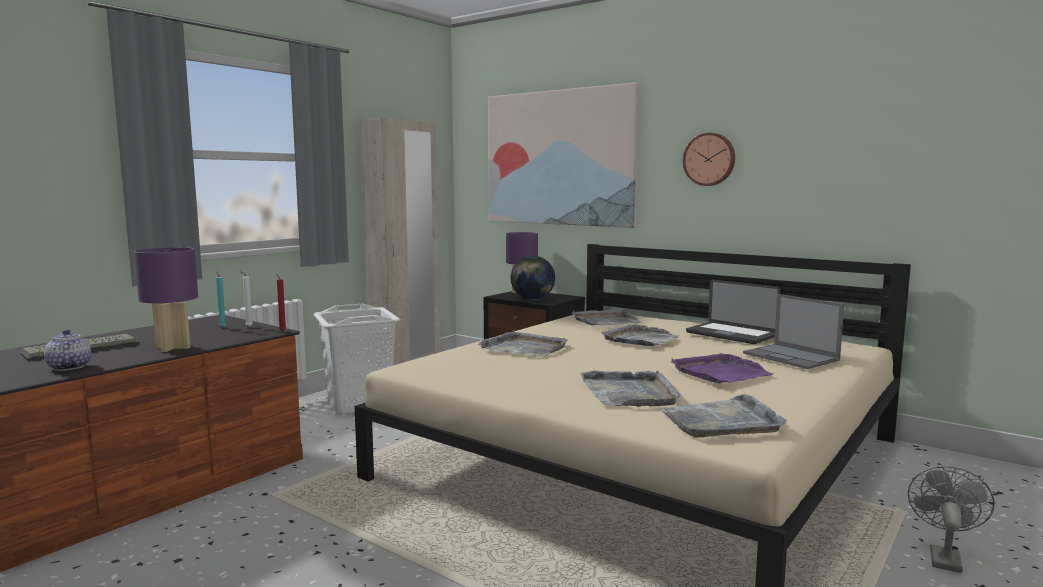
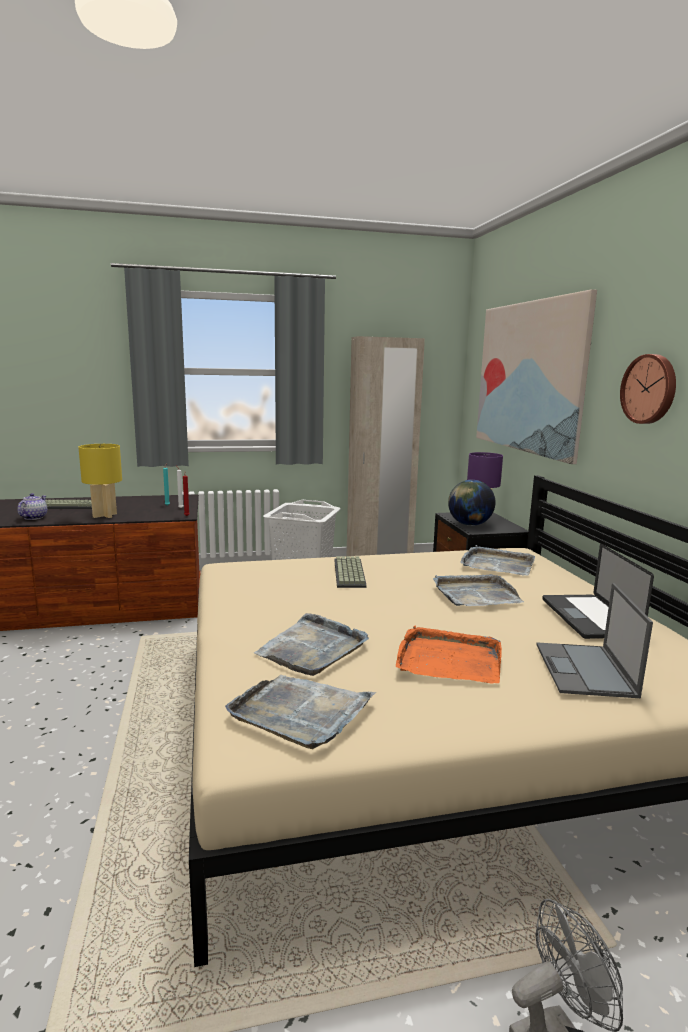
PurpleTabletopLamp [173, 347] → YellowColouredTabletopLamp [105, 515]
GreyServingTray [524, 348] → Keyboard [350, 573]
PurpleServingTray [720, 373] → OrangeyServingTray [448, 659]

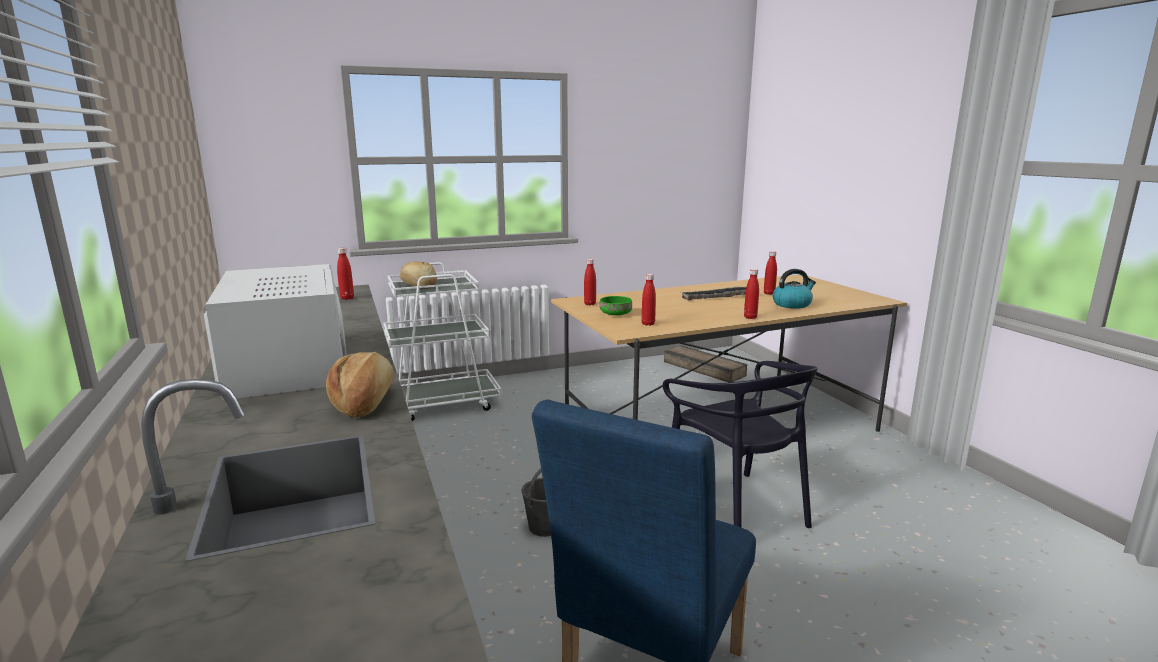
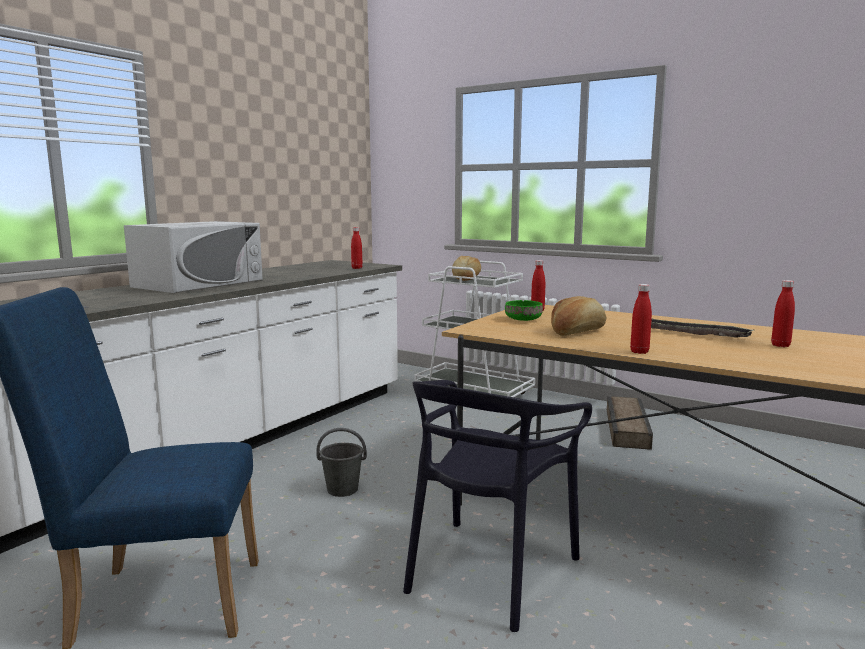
Bread [365, 402] → Bread [577, 332], shifted
ShippingCrate [704, 368] → ShippingCrate [628, 428], shifted
RedBeverageBottle [648, 324] → -
TeaKettle [792, 304] → -

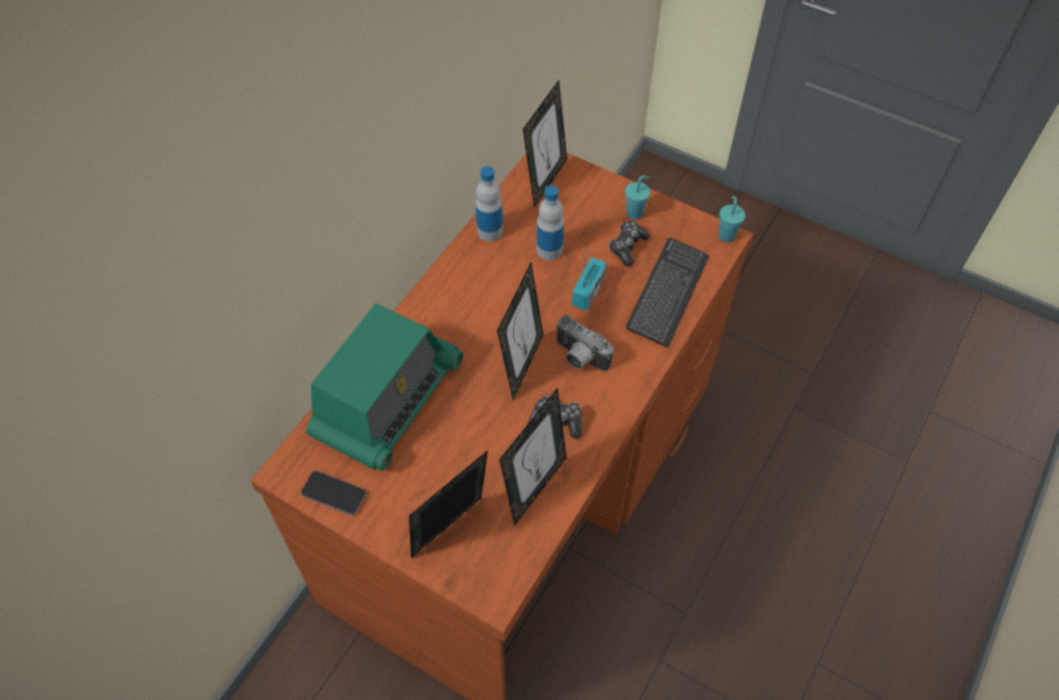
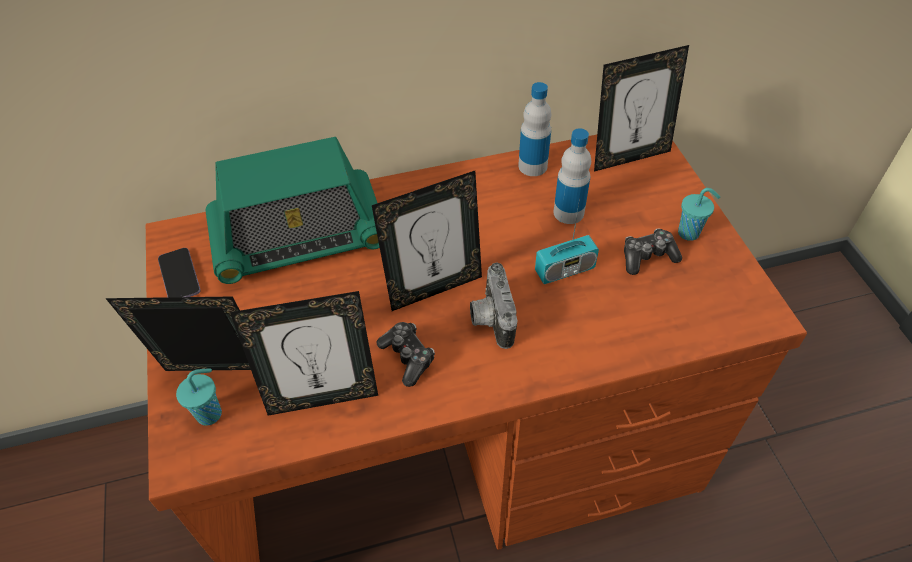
BlueGreenDrinkingCup [726, 235] → BlueGreenDrinkingCup [211, 413], shifted
Keyboard [667, 293] → -

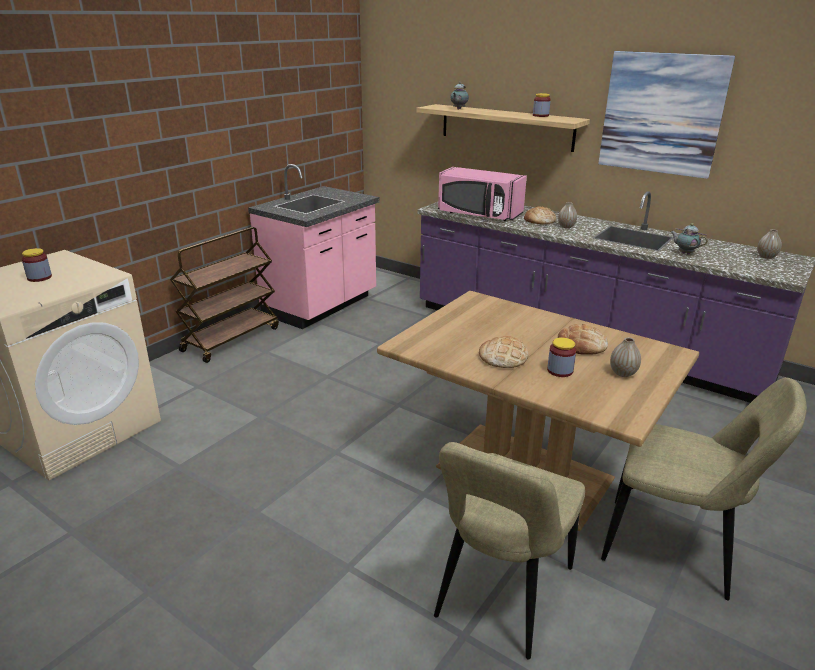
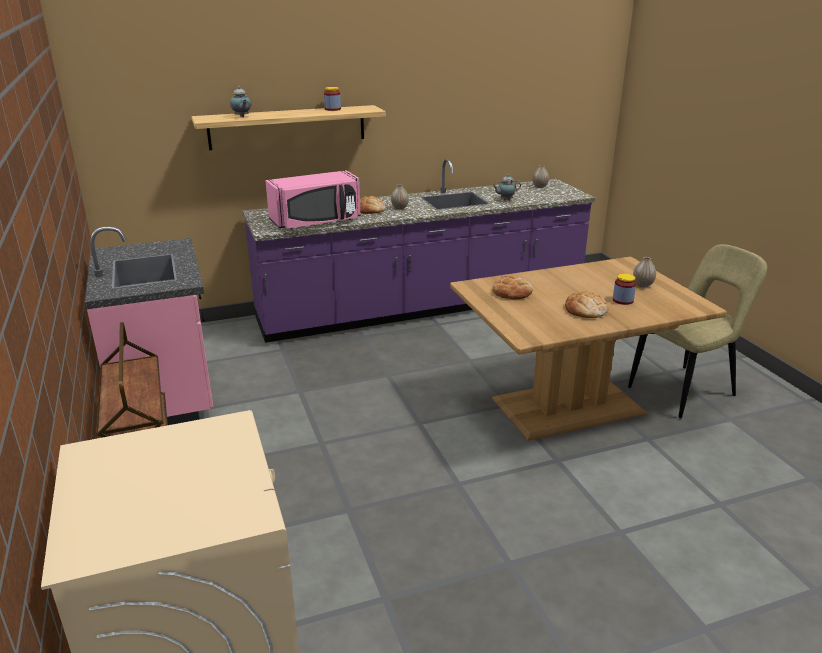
Bread [582, 345] → Bread [512, 292], shifted
StorageJar [39, 278] → -
SandColouredChair [501, 596] → -
Picture [662, 114] → -

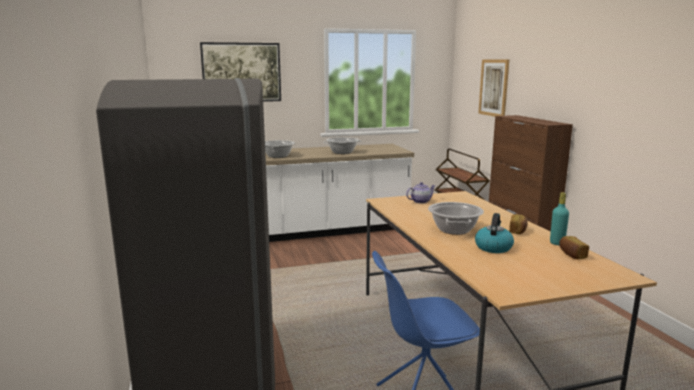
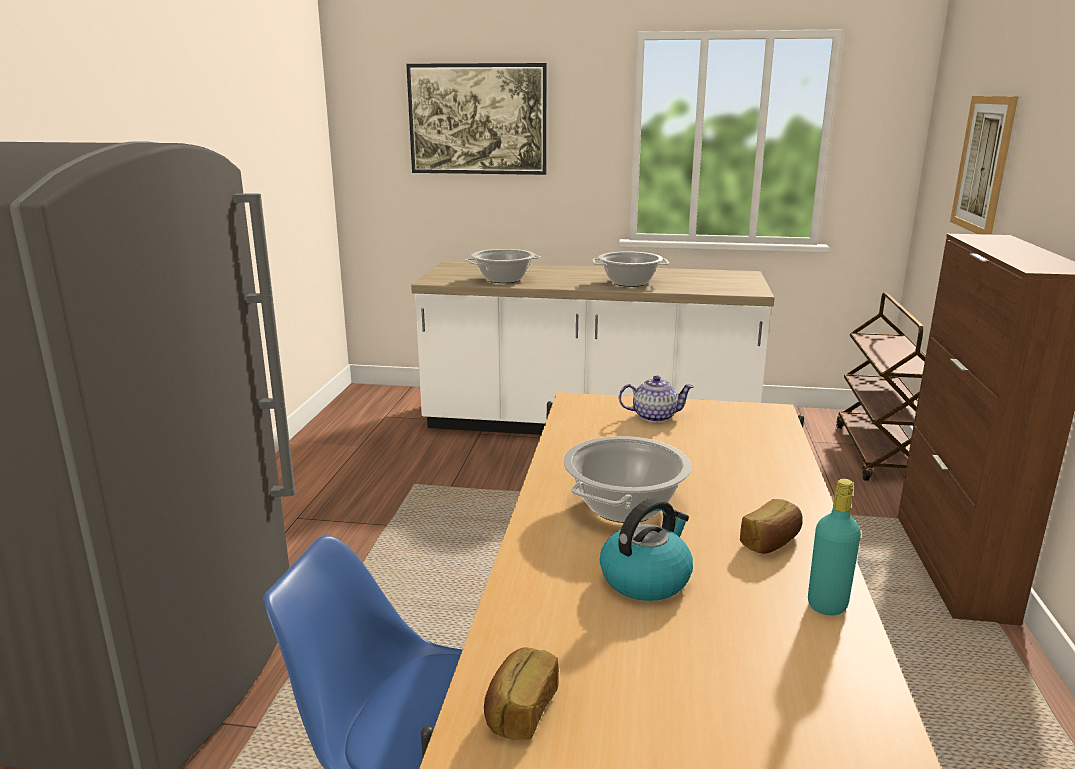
Bread [571, 255] → Bread [519, 710], shifted

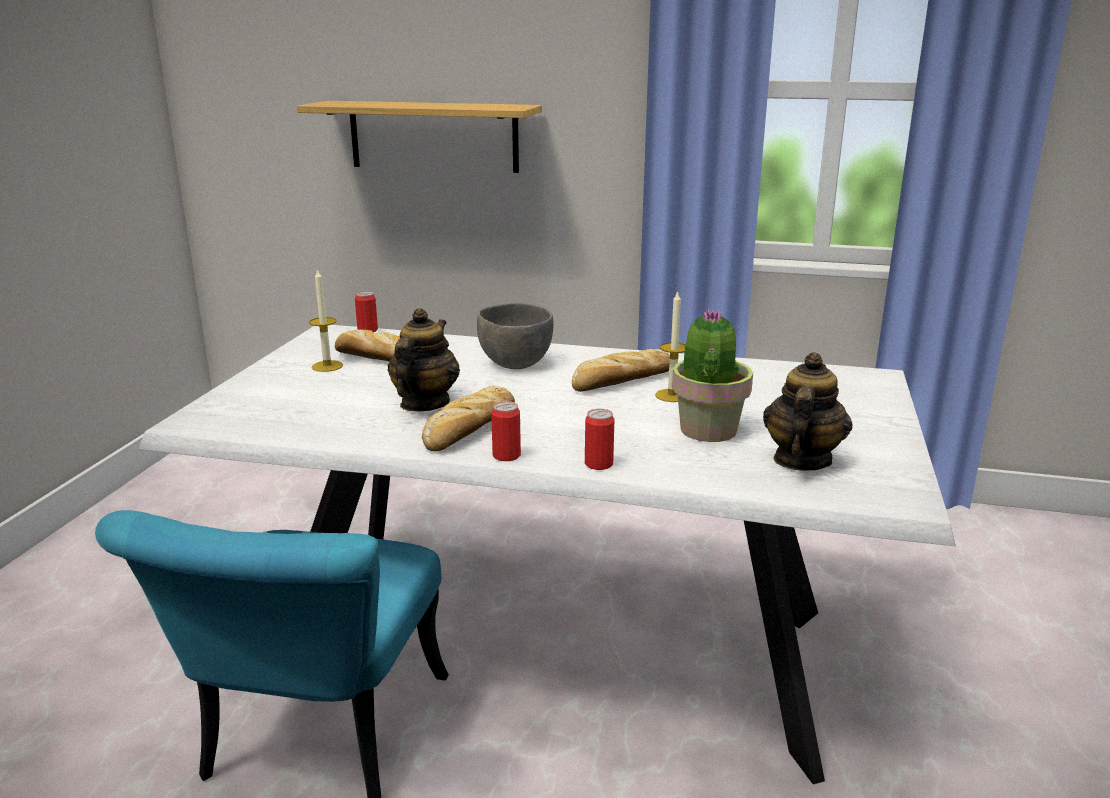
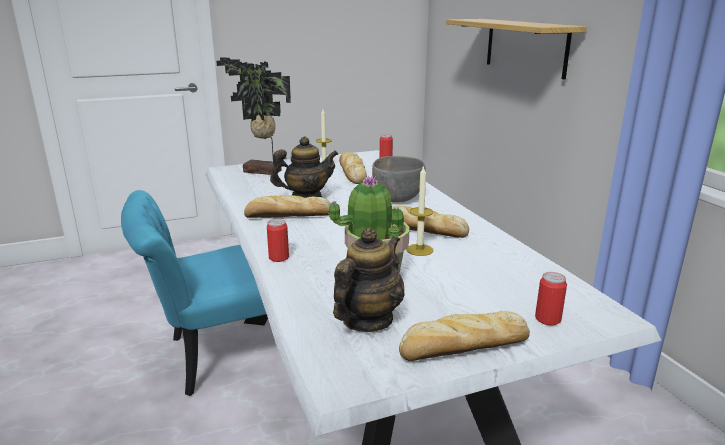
- → PlantInAPot [262, 172]
Teapot [801, 460] → Teapot [367, 320], 45 degrees counterclockwise
- → Bread [462, 347]
SealedCan [506, 455] → SealedCan [548, 319], shifted

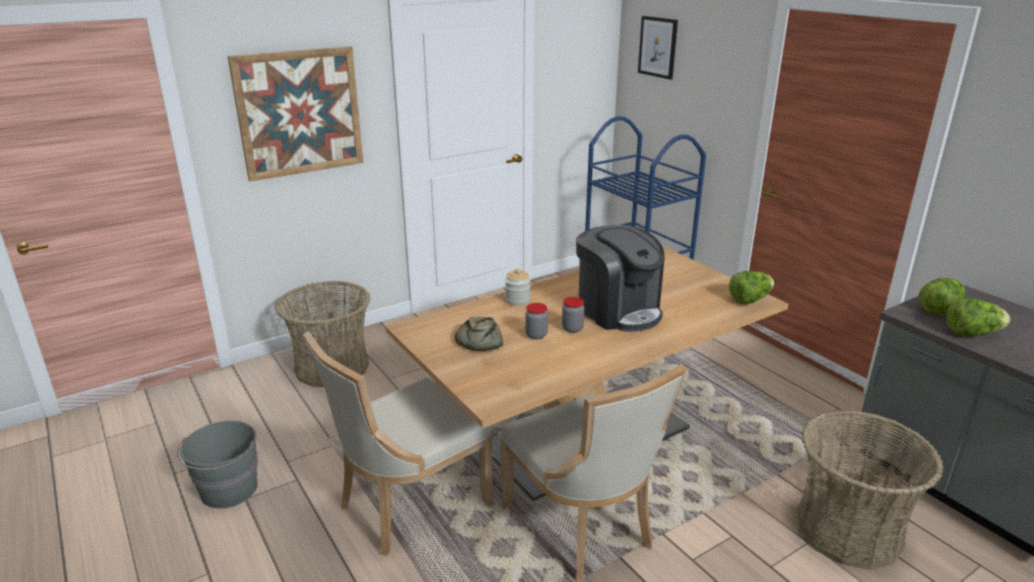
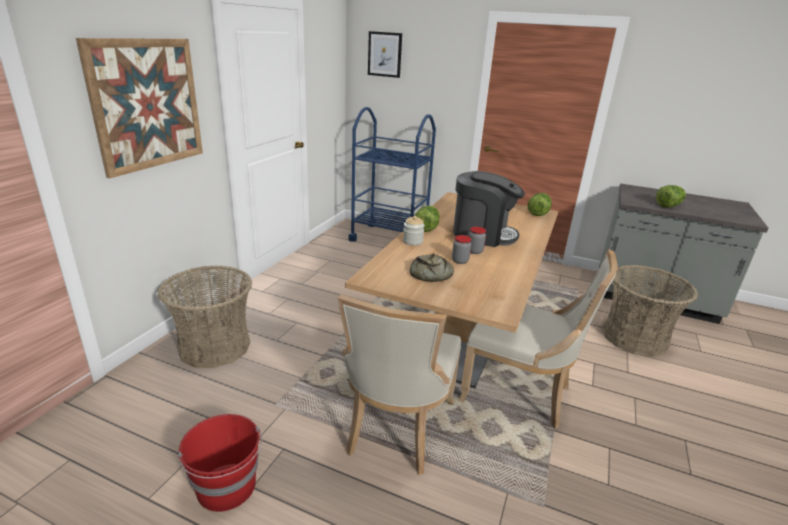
GreyPail [229, 490] → RedPail [227, 487]
LettuceHead [939, 310] → LettuceHead [426, 228], shifted

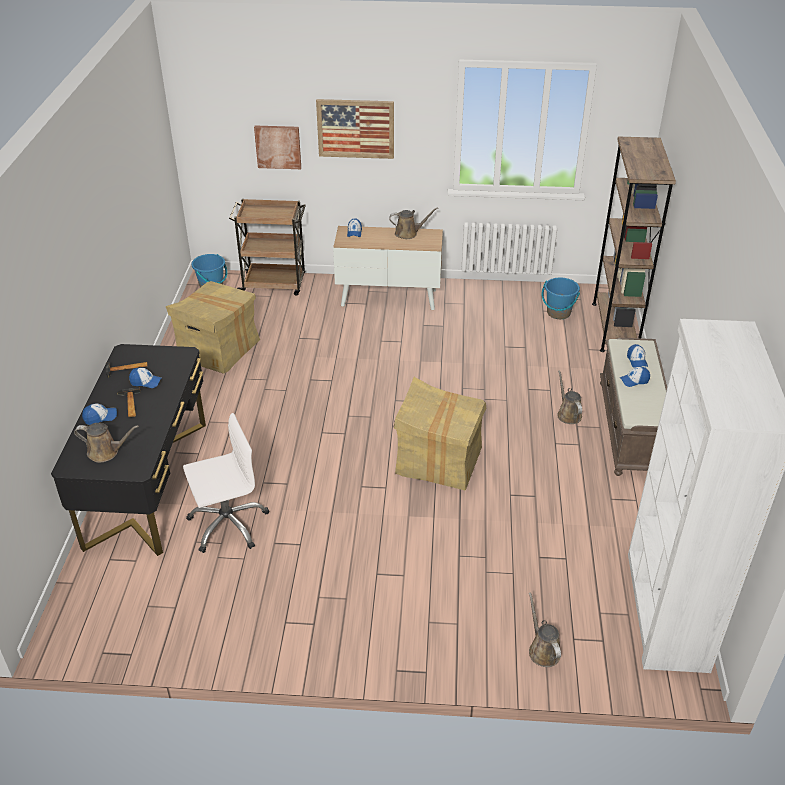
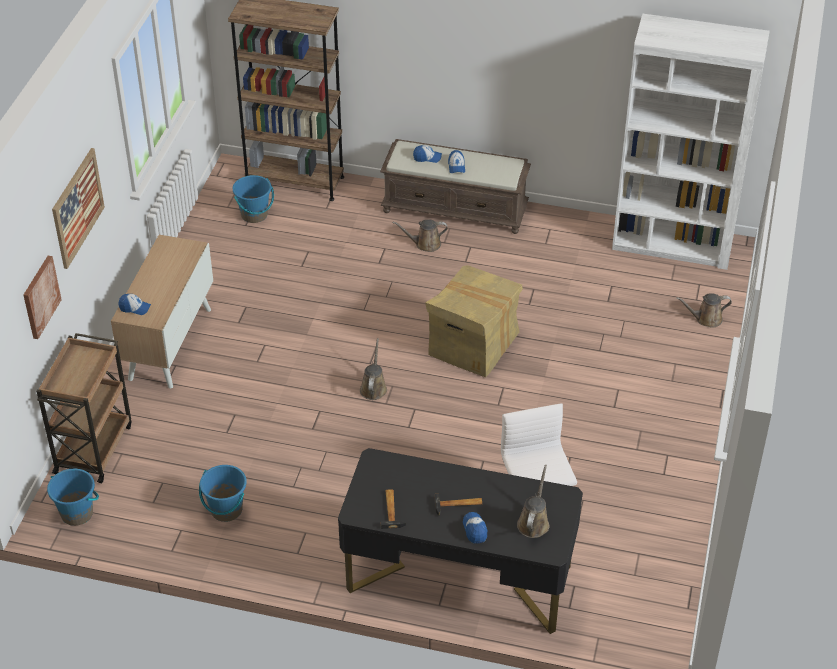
CardboardBox [218, 350] → BluePail [226, 510]
BrownColouredWateringCan [408, 233] → BrownColouredWateringCan [373, 387], shifted
Cap [146, 382] → -

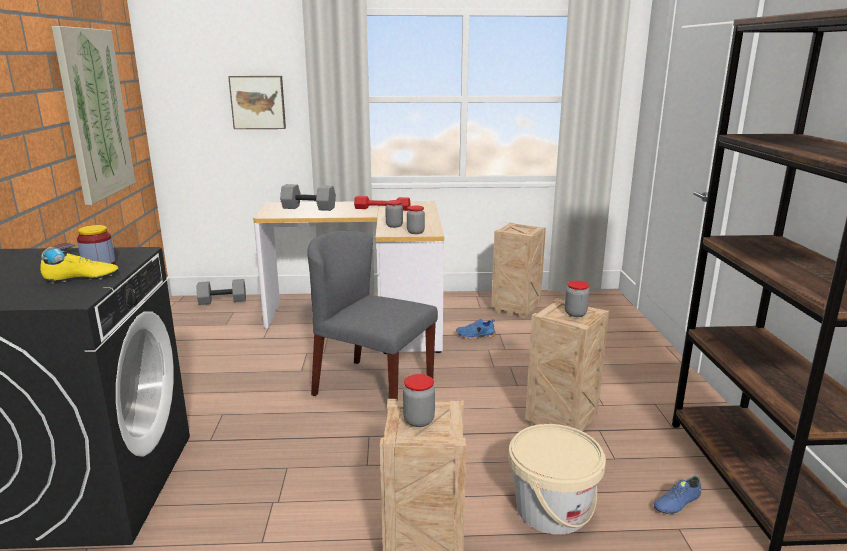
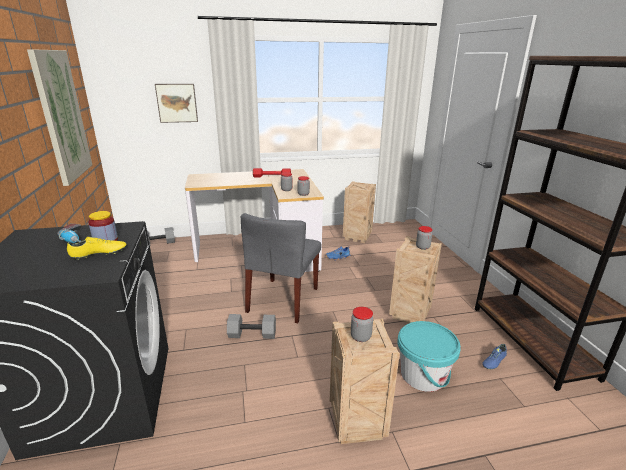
GreyDumbbell [309, 208] → GreyDumbbell [253, 334], shifted
GreyChair [372, 388] → GreyChair [283, 300], 90 degrees counterclockwise
SandColouredPail [552, 510] → BlueGreenPail [423, 374]

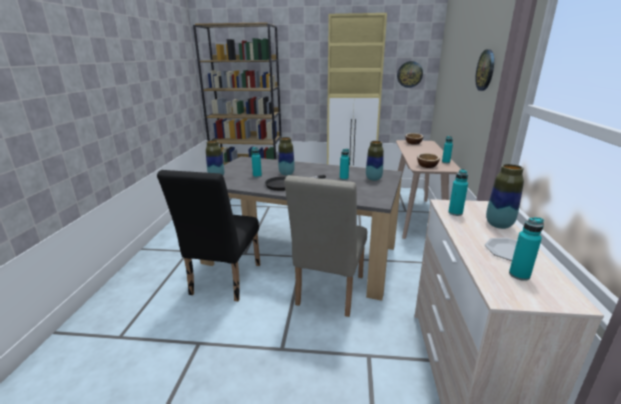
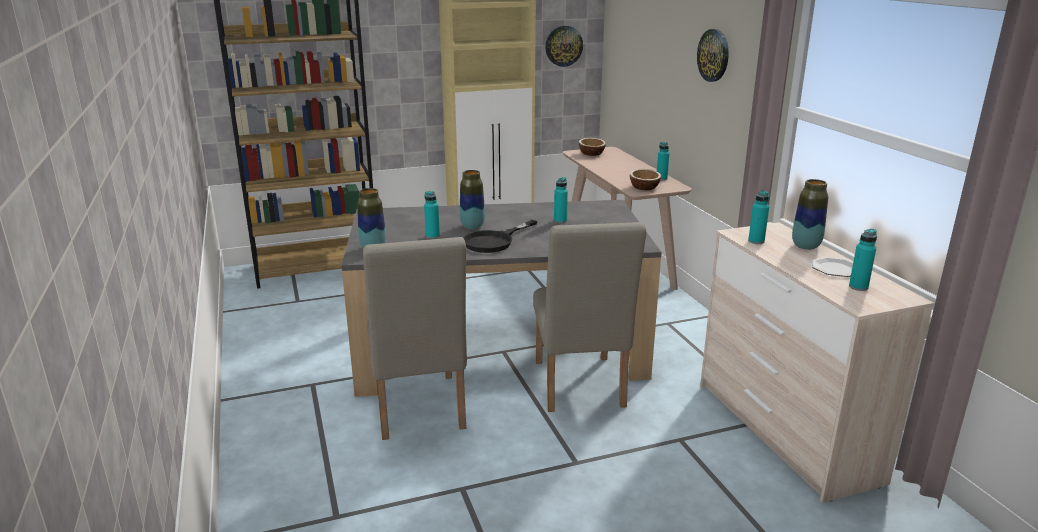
BlackishChair [223, 282] → SandColouredChair [419, 411]
FlowerVase [373, 179] → -

